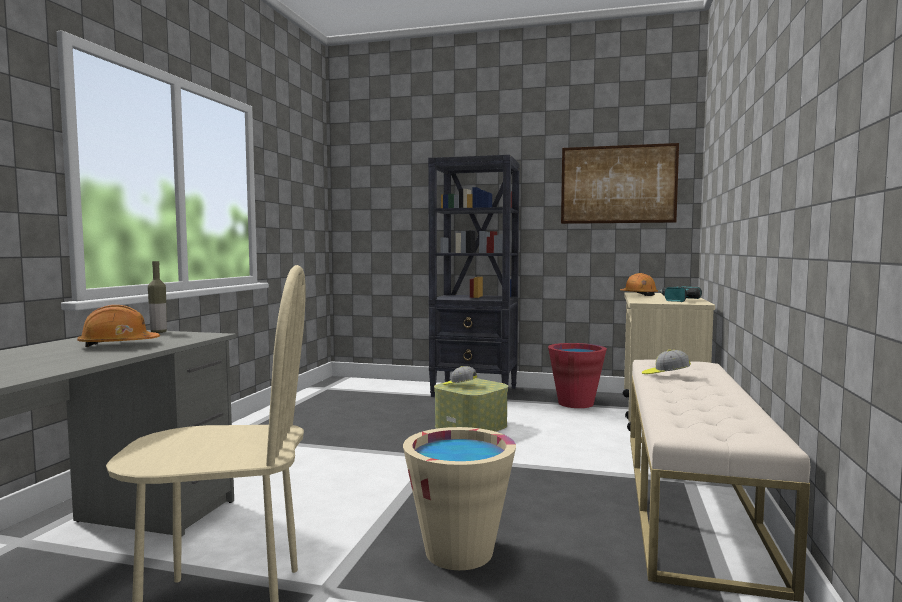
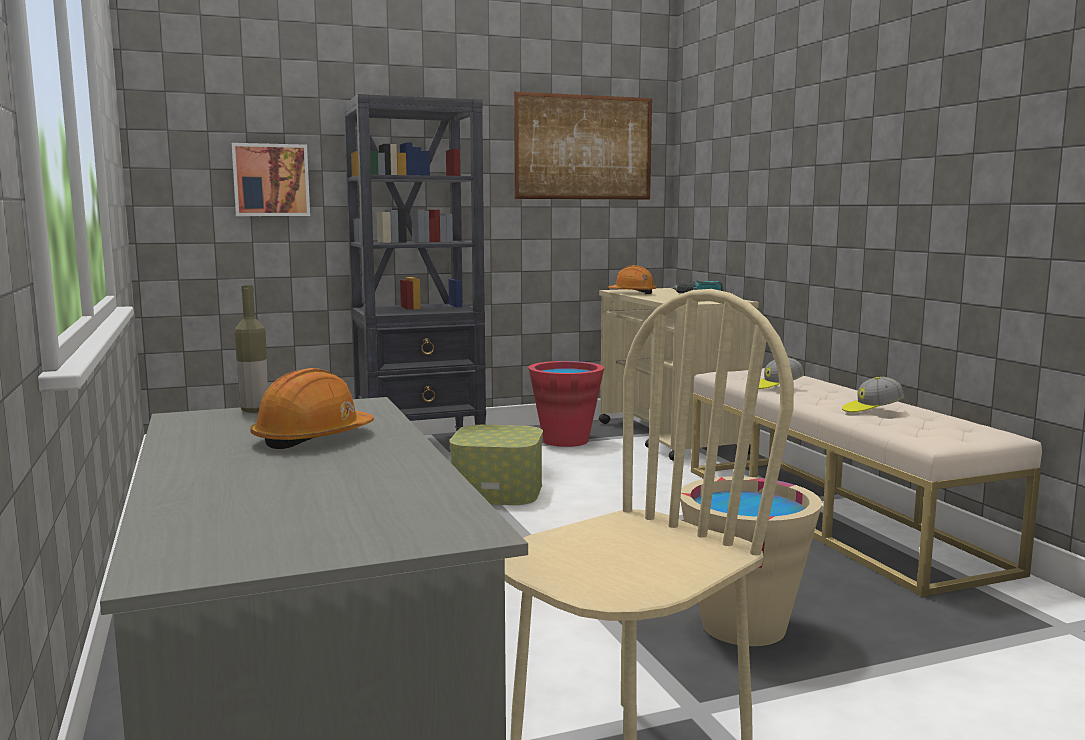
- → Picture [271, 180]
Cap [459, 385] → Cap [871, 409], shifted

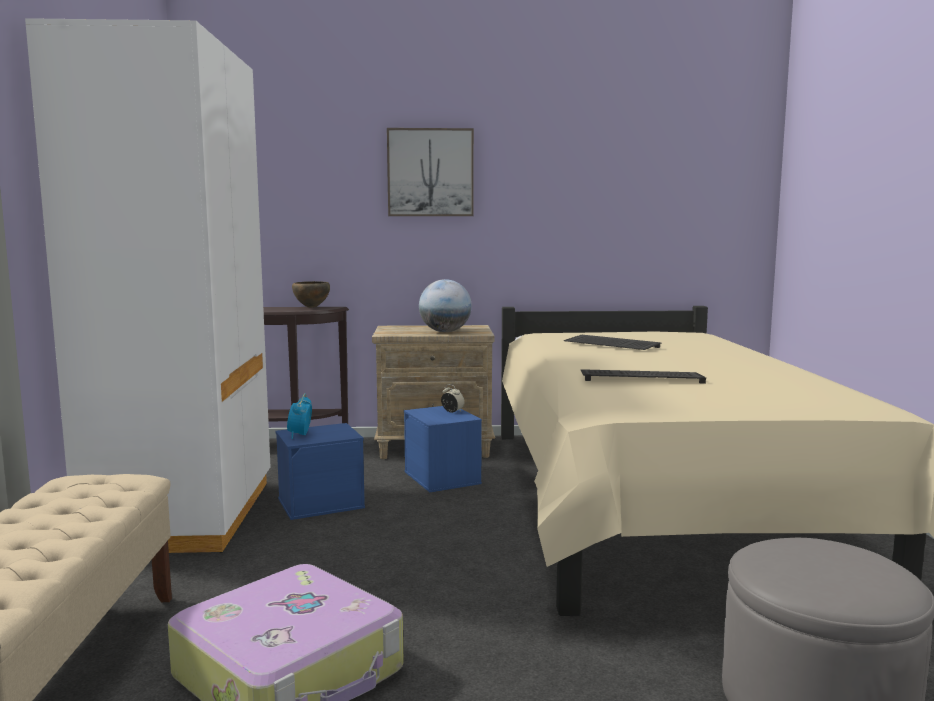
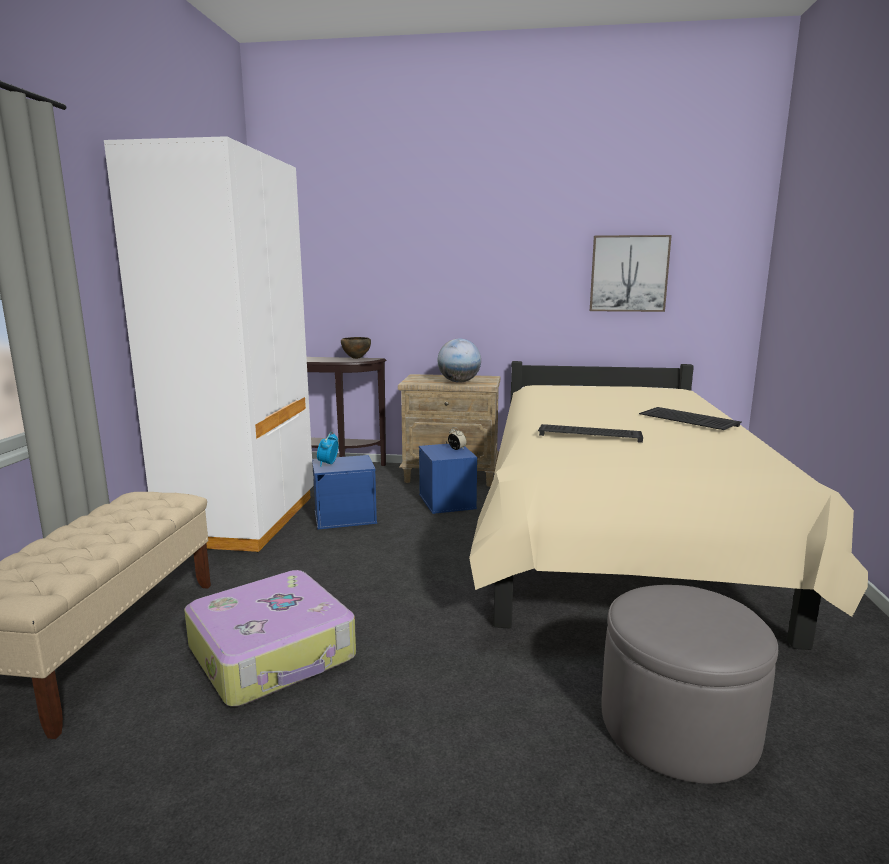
Picture [430, 172] → Picture [629, 273], shifted
Keyboard [609, 345] → Keyboard [686, 421], shifted

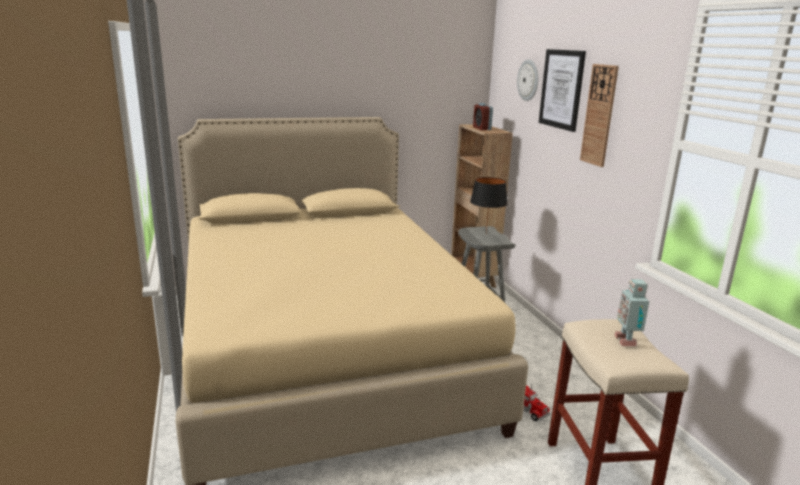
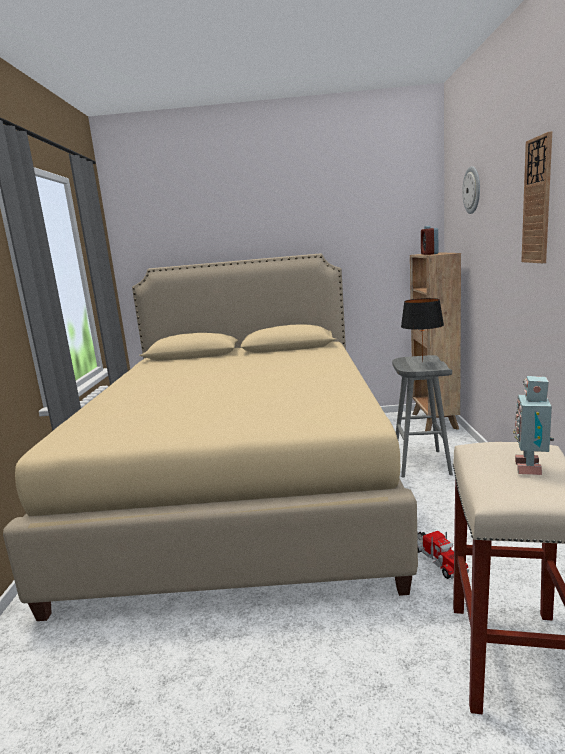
Picture [561, 89] → -

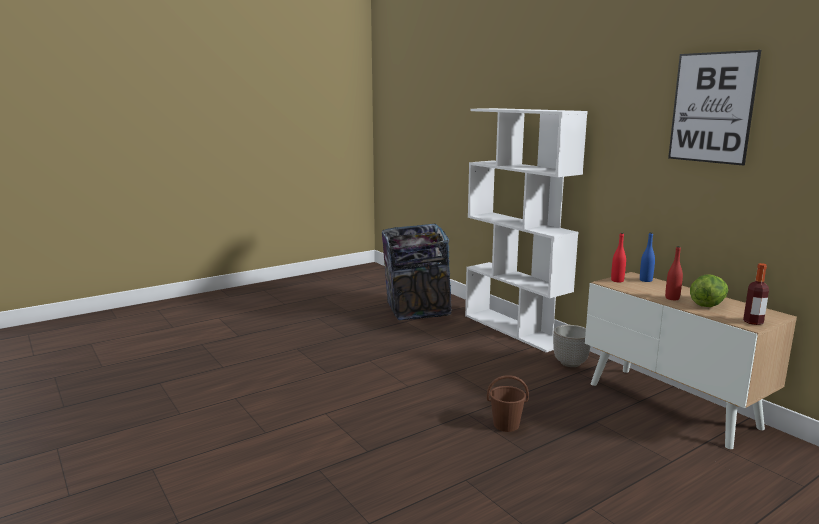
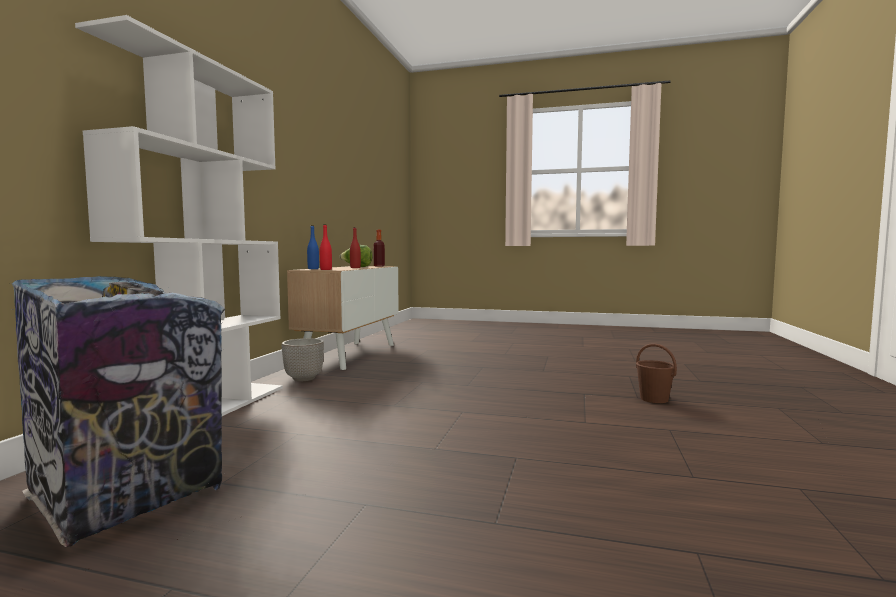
BrownColouredPail [506, 425] → BrownColouredPail [653, 399], shifted
Picture [712, 108] → -

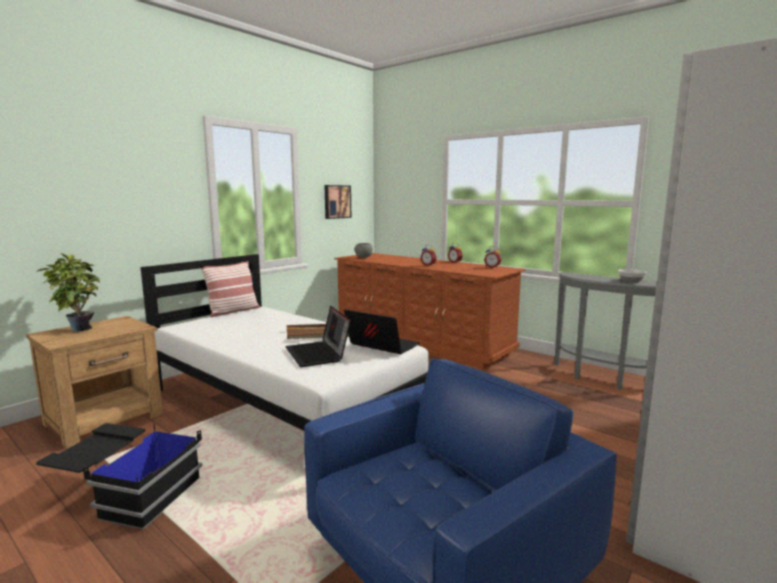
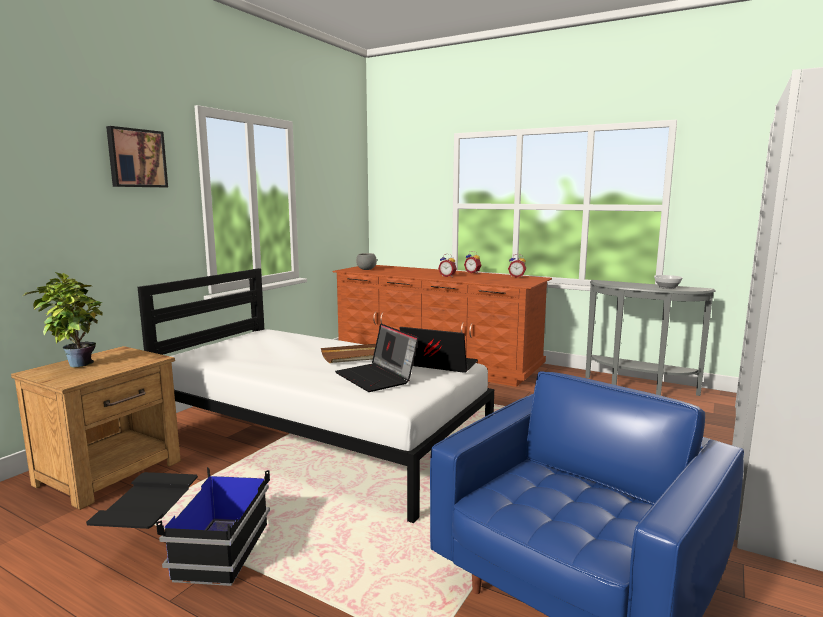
Picture [336, 201] → Picture [136, 158], shifted
ThrowPillow [233, 311] → -

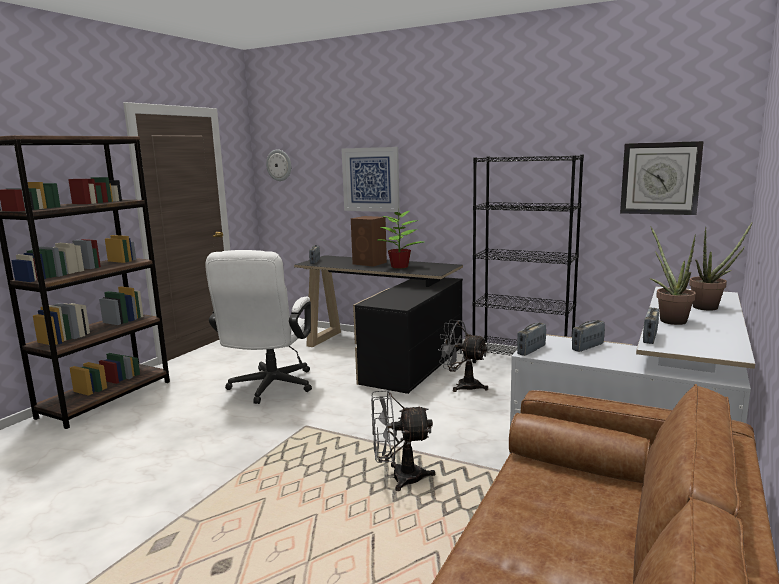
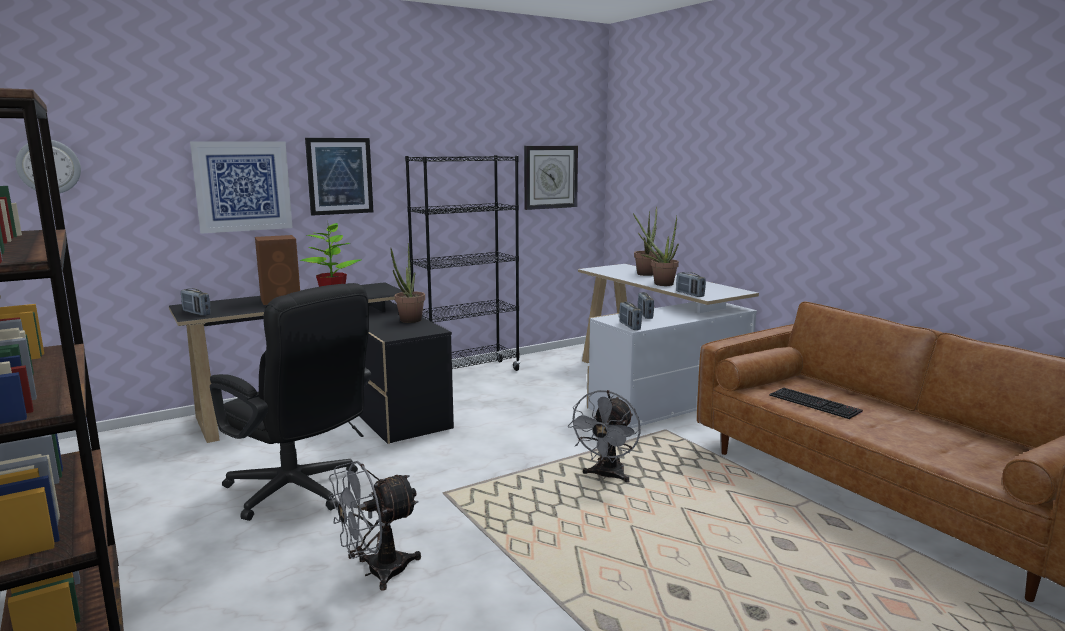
WhitishComputerChair [269, 388] → BlackishComputerChair [300, 493]
- → Picture [339, 176]
GreyCoolingFan [462, 385] → GreyCoolingFan [376, 572], shifted
- → PlantInAPot [408, 321]
- → Keyboard [816, 403]

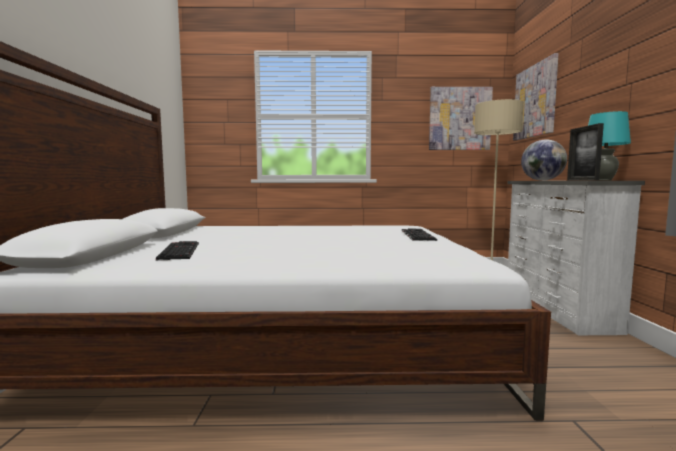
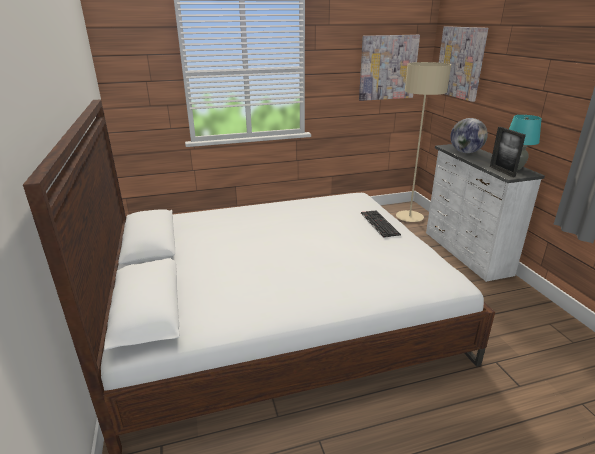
Keyboard [178, 251] → -

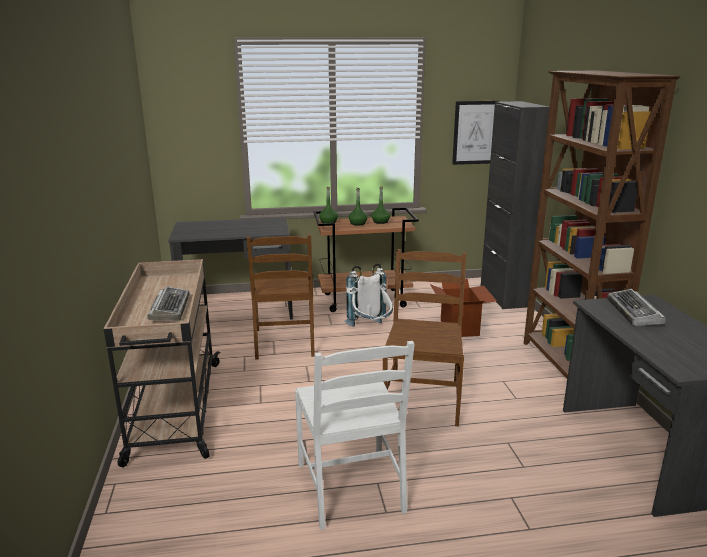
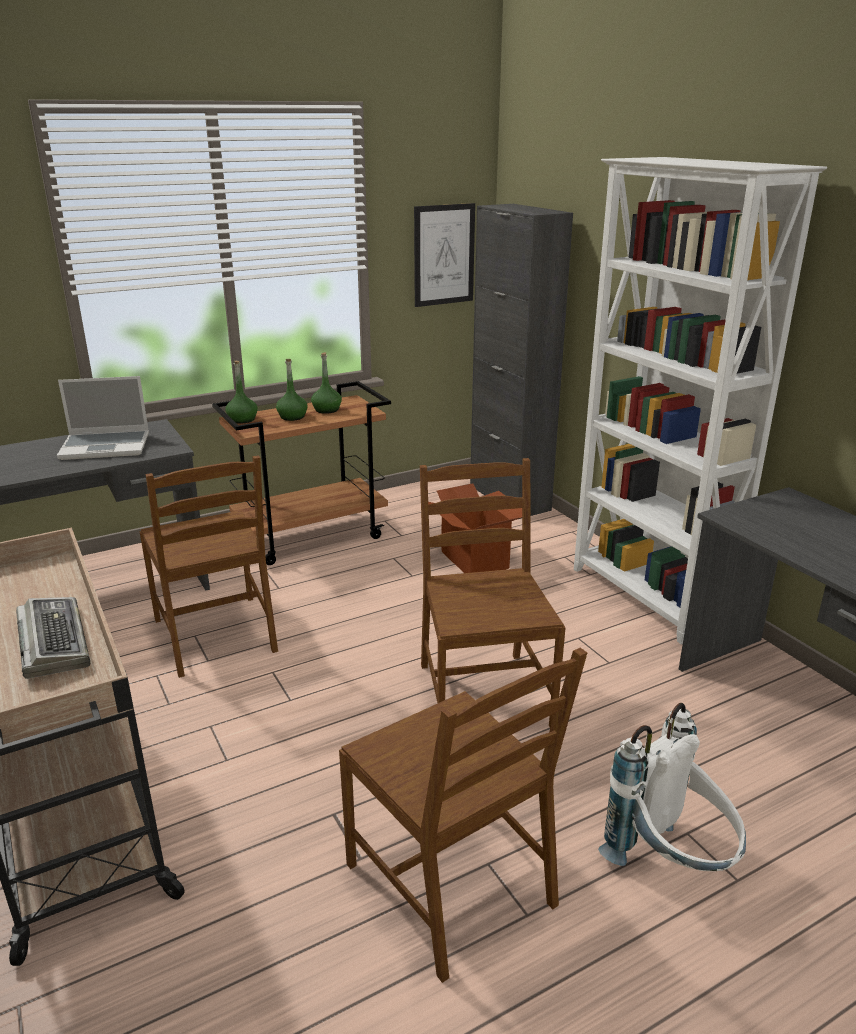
- → NotebookComputer [107, 446]
WhitishChair [352, 487] → BrownColouredChair [453, 883]
BrownColouredShelvingUnit [567, 367] → WhitishShelvingUnit [648, 597]
WhitishKnapsack [371, 329] → WhitishKnapsack [671, 863], shifted
Keyboard [634, 313] → -

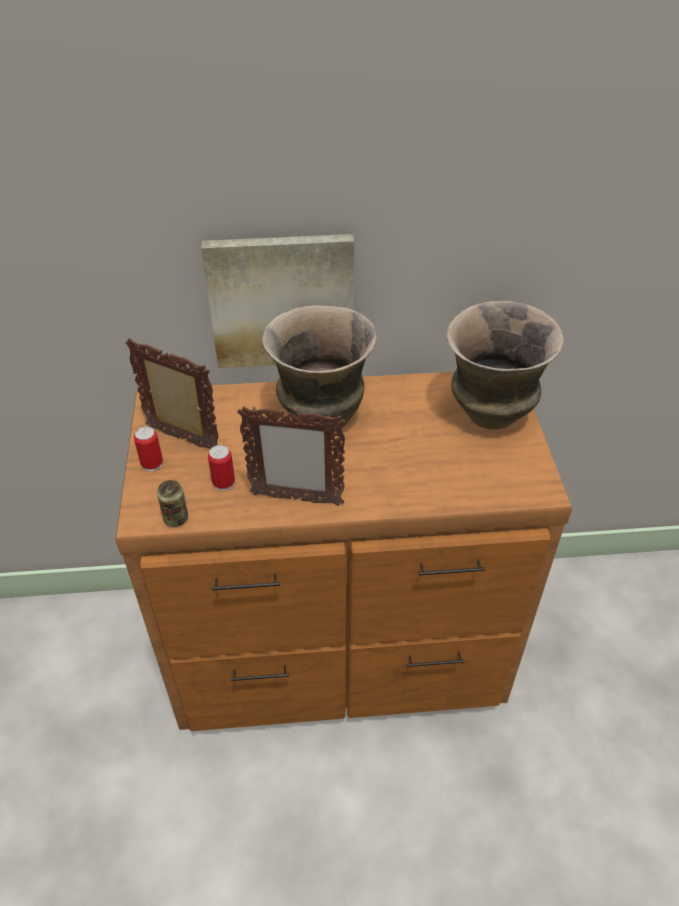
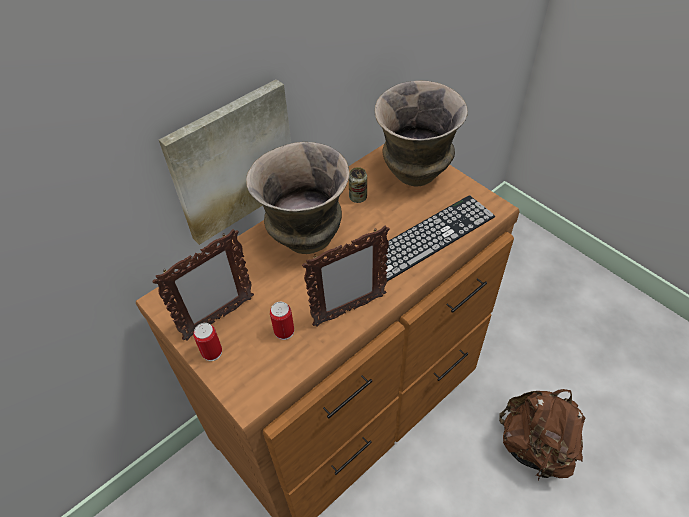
PhotoFrame [183, 440] → PhotoFrame [218, 318], 150 degrees clockwise
SealedCan [176, 518] → SealedCan [358, 197], shifted
- → Keyboard [430, 236]
- → BrownColouredKnapsack [535, 446]

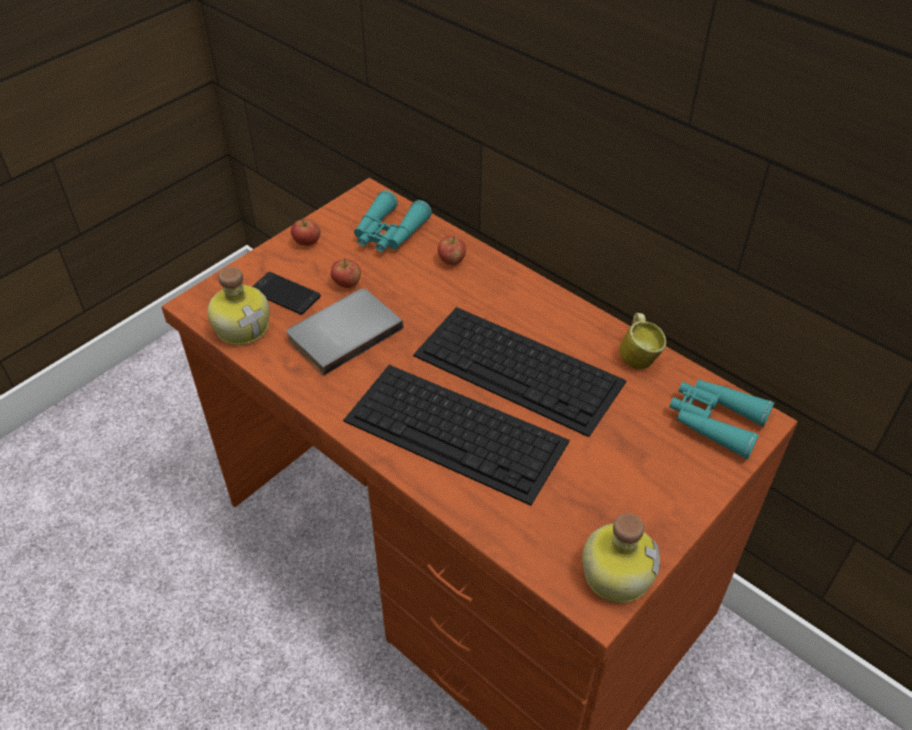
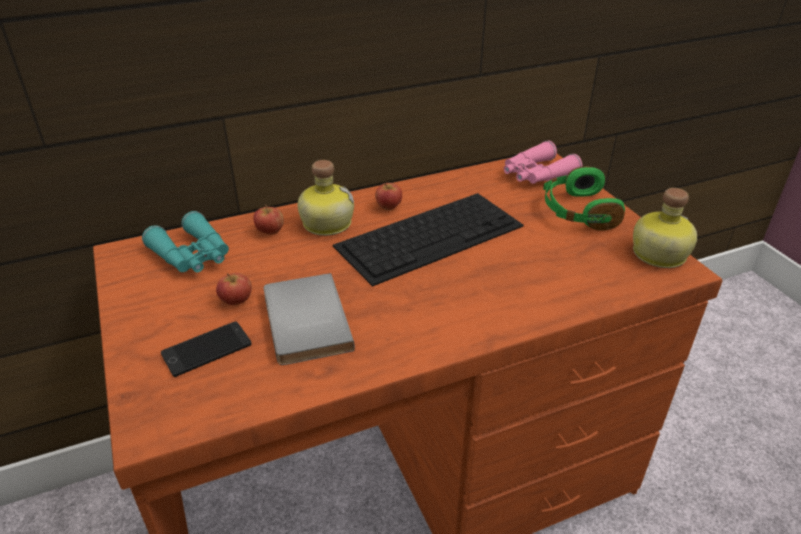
BeverageBottle [243, 326] → BeverageBottle [325, 223], shifted
Apple [307, 242] → Apple [389, 207], shifted
BlueGreenFieldGlasses [715, 421] → PinkishFieldGlasses [536, 174]
- → GreenPairOfHeadphones [577, 212]
Keyboard [457, 431] → -
Mug [639, 356] → -

